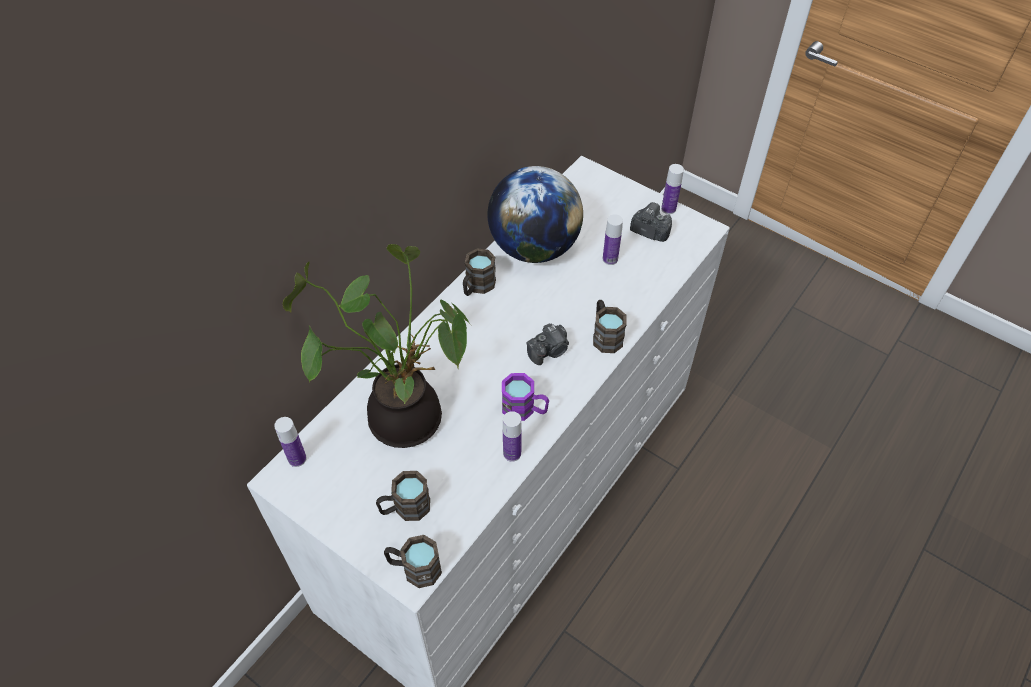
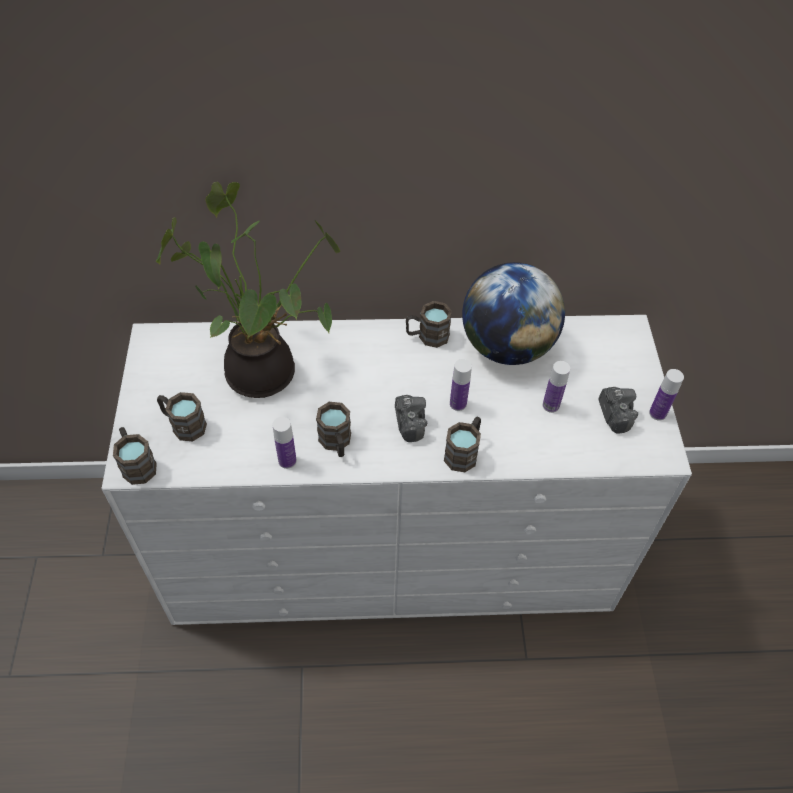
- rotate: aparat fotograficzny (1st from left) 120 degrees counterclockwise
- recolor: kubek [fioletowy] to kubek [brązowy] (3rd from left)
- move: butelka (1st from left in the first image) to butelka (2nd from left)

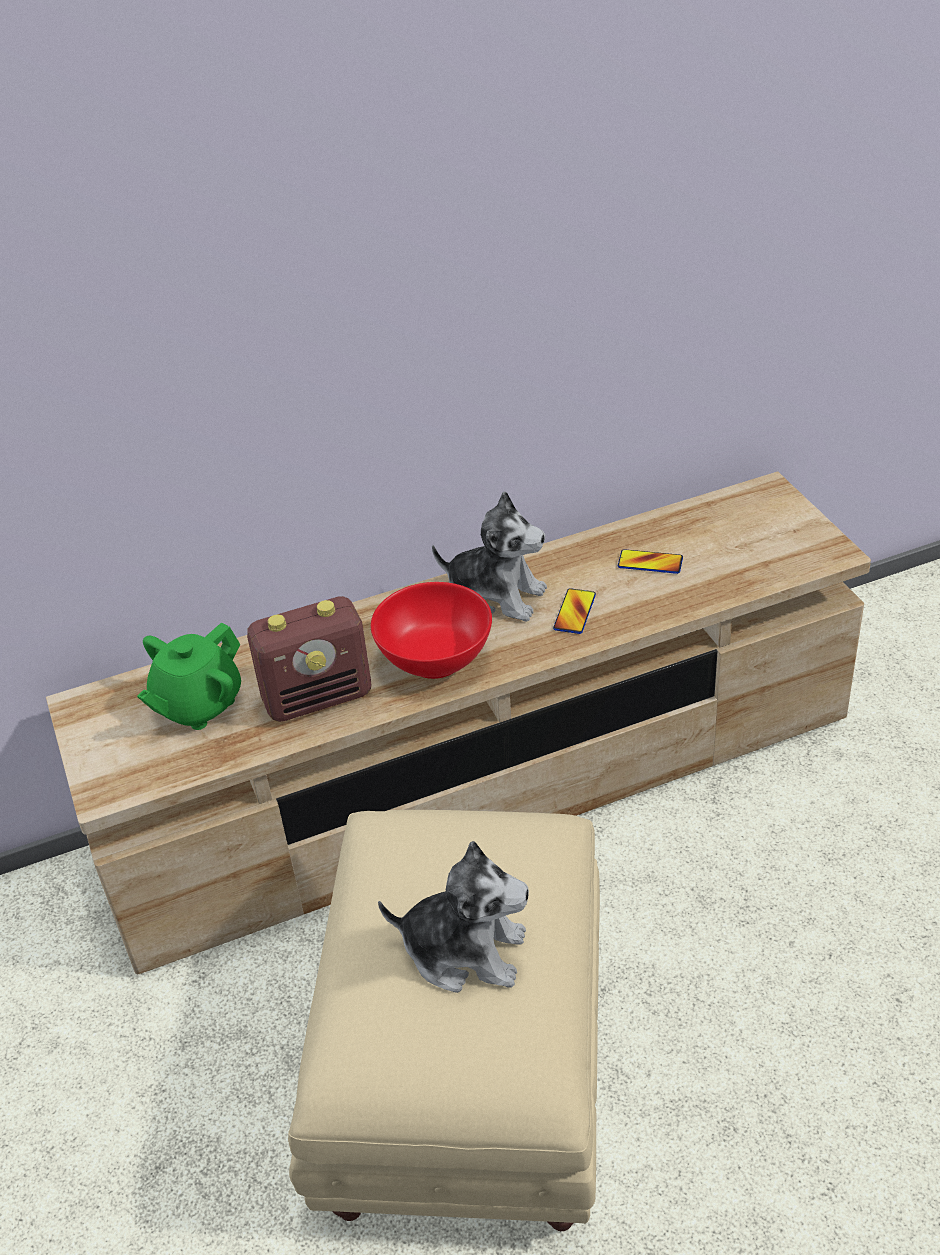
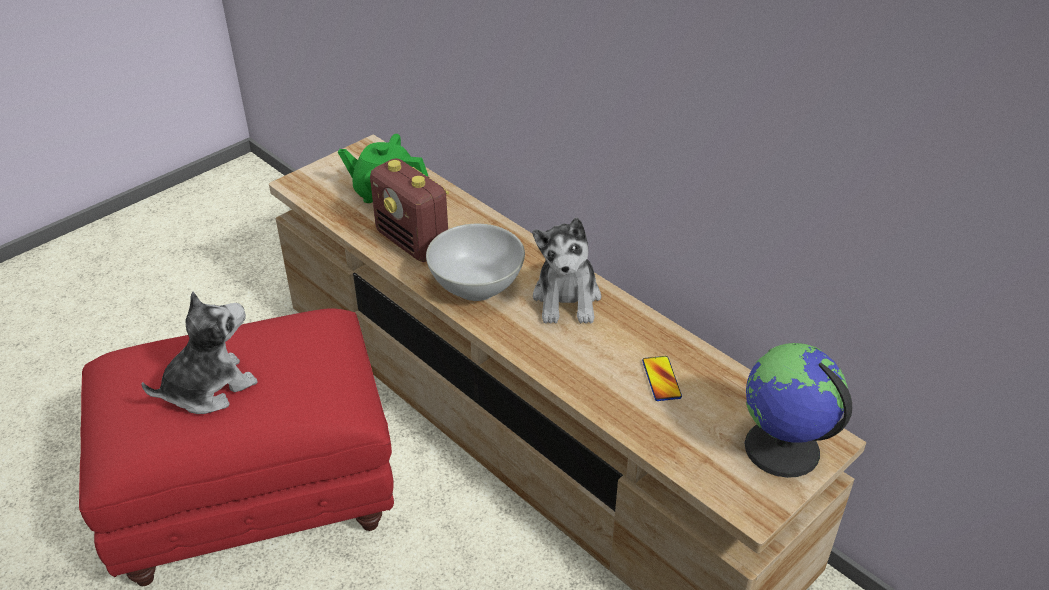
- recolor: miska [czerwony] to miska [biały]
- delete: telefon (1st from left)
- recolor: pufa [beżowy] to pufa [czerwony]
- rotate: pluszak (1st from left) 120 degrees counterclockwise
- insert: globus

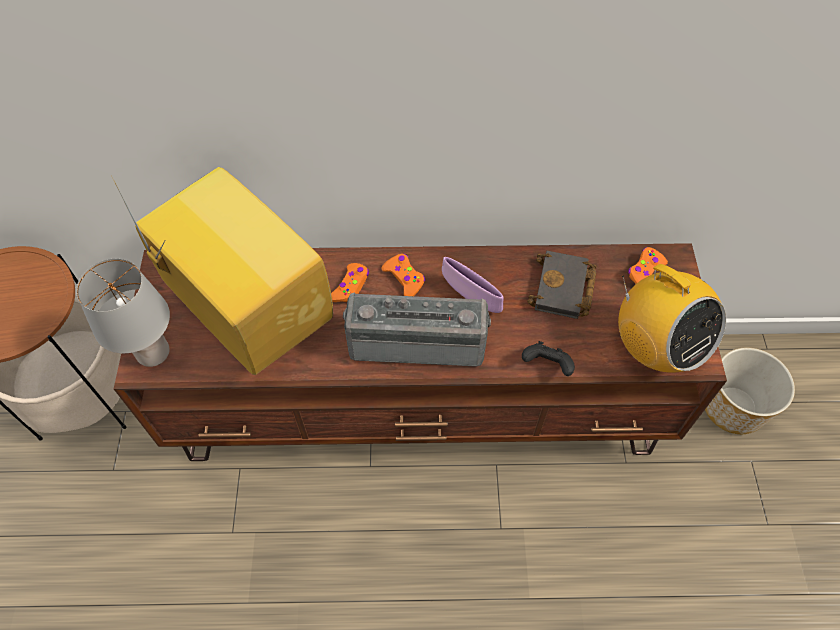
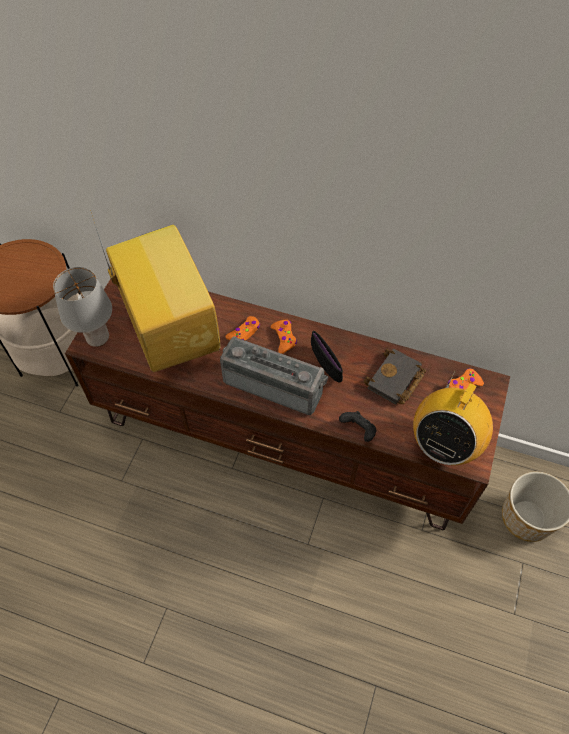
- recolor: miska [fioletowy] to miska [czarny]
- rotate: radio (2nd from left) 45 degrees clockwise

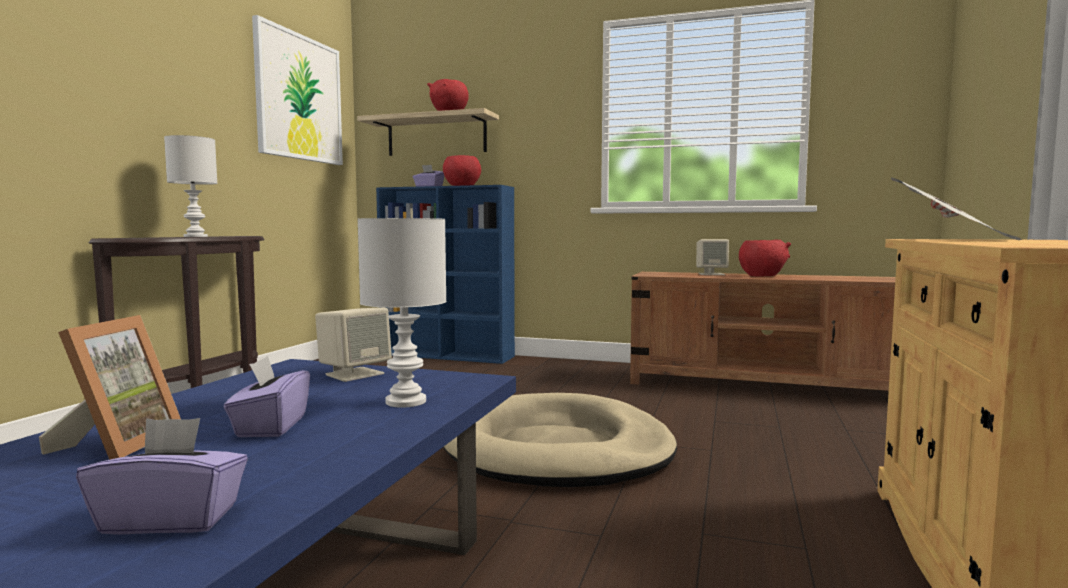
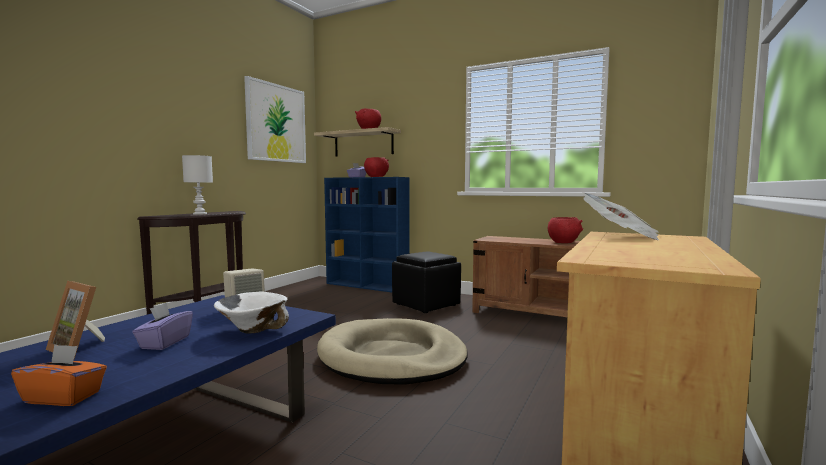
- replace: lampa stołowa [biały] (2nd from left) to miska [biały]
- delete: głośnik [beżowy] (2nd from left)
- rotate: ramka na zdjęcie 105 degrees clockwise
- recolor: pudełko chusteczek [fioletowy] (1st from left) to pudełko chusteczek [pomarańczowy]
- insert: pufa [czarny]

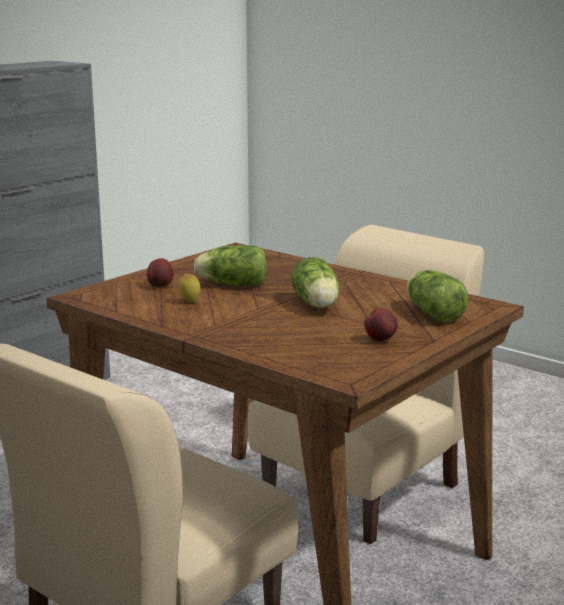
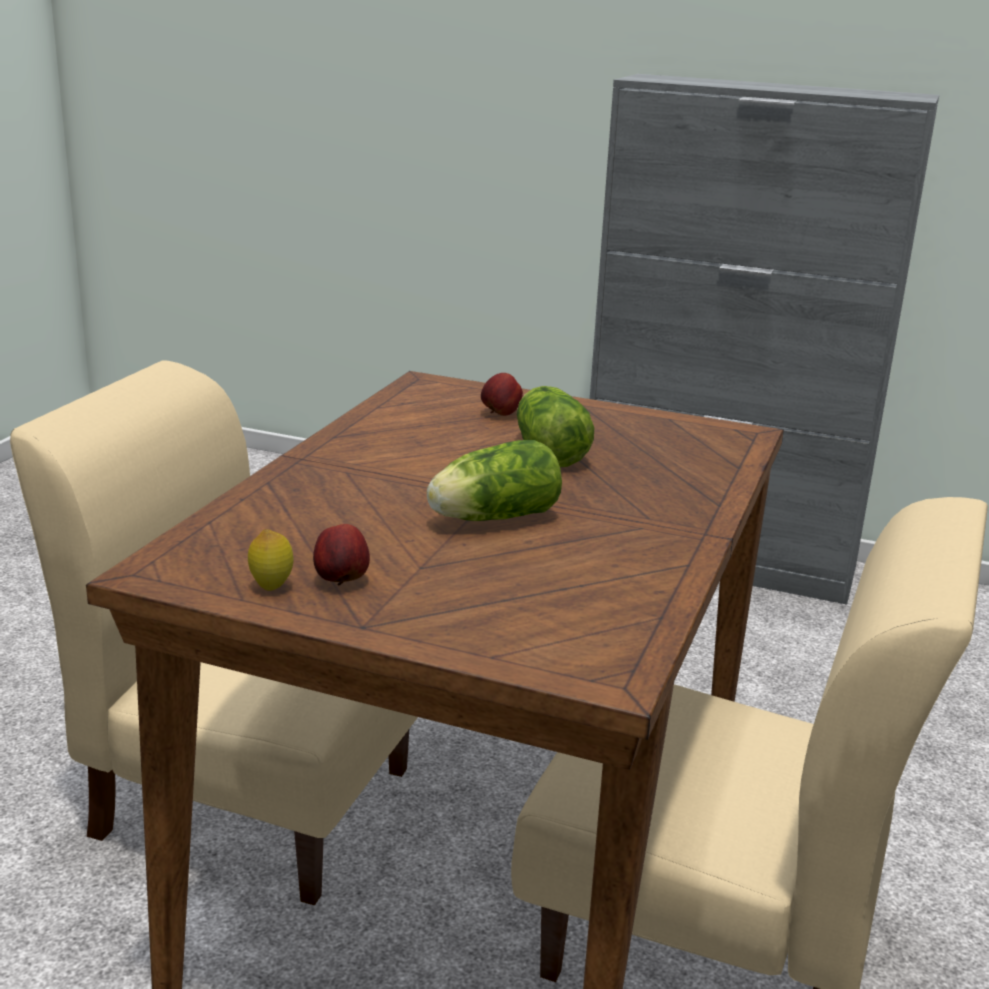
- delete: sałata (3rd from left)
- move: cytryna

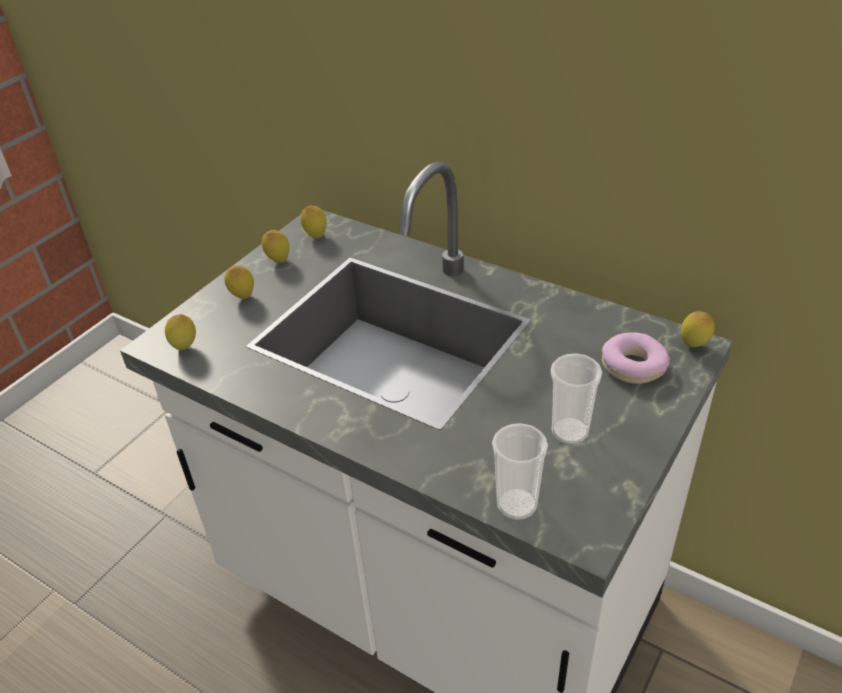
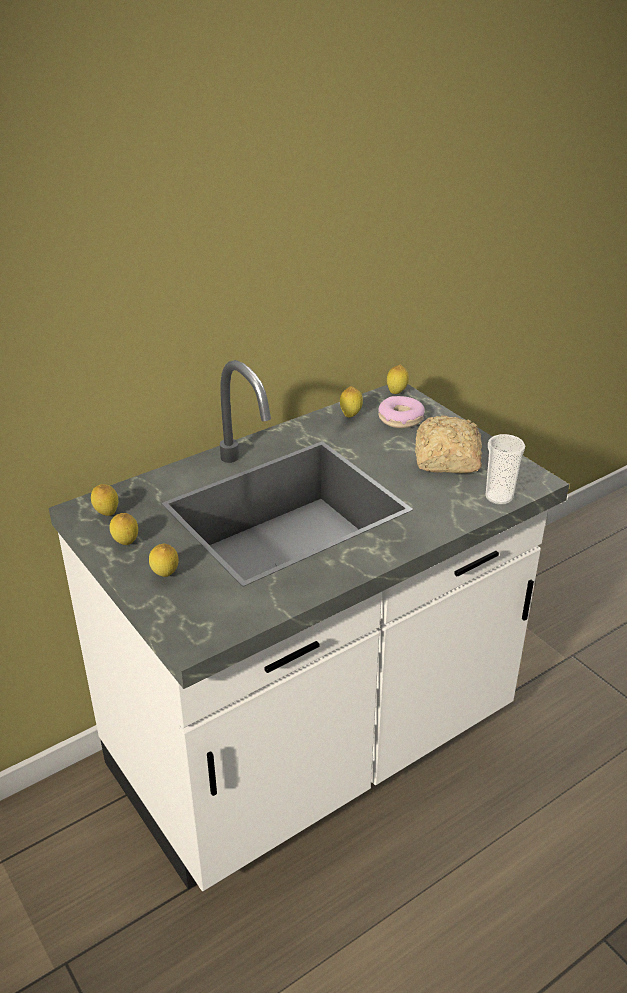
- move: cytryna (1st from left in the first image) to cytryna (4th from left)
- replace: filiżanka (2nd from left) to chleb

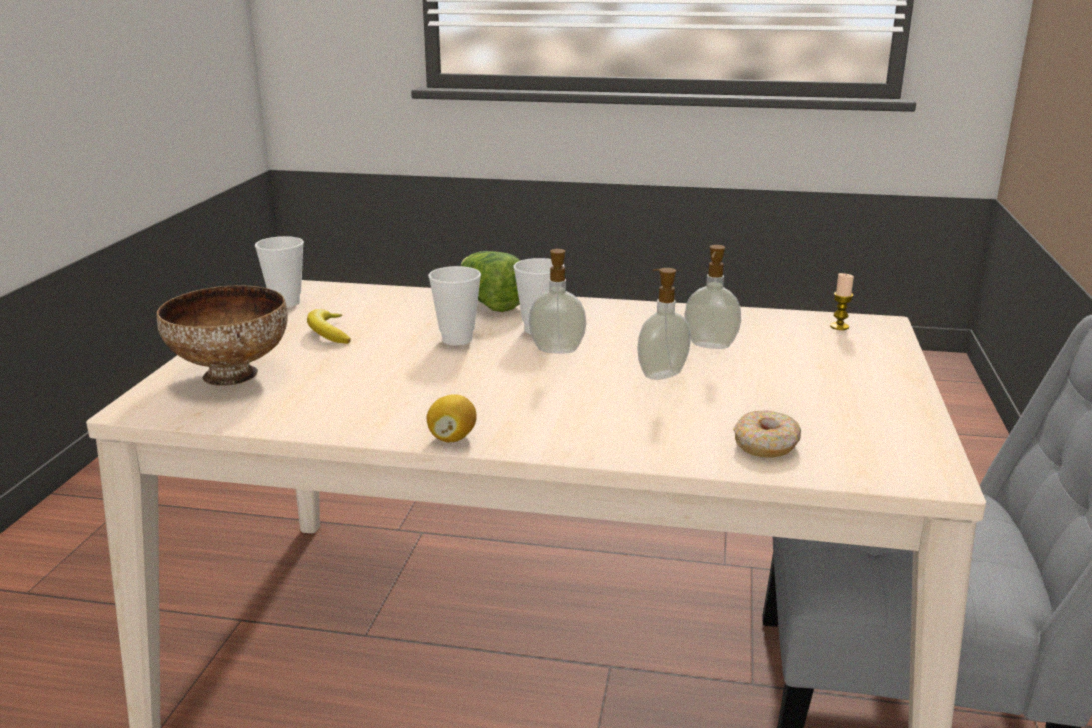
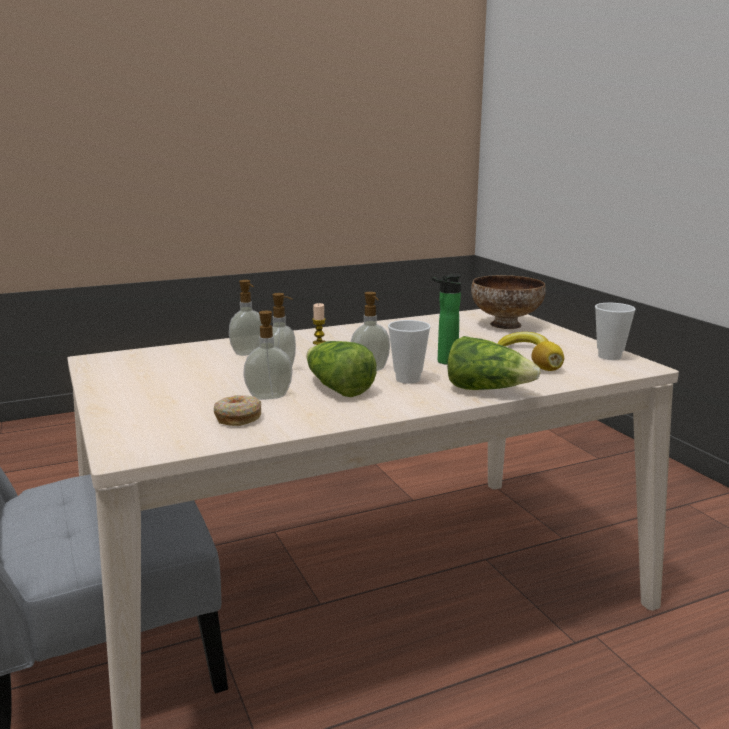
- replace: filiżanka (2nd from left) to butelka
- move: świeca
- move: cytryna
- move: donut
- insert: dozownik mydła (1st from left)
- insert: sałata (1st from left)

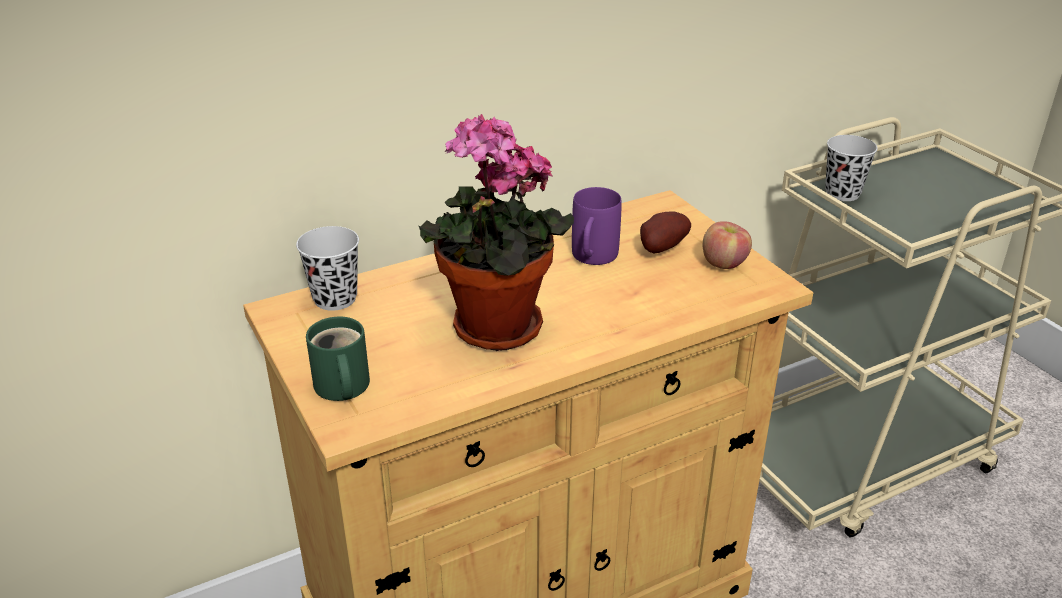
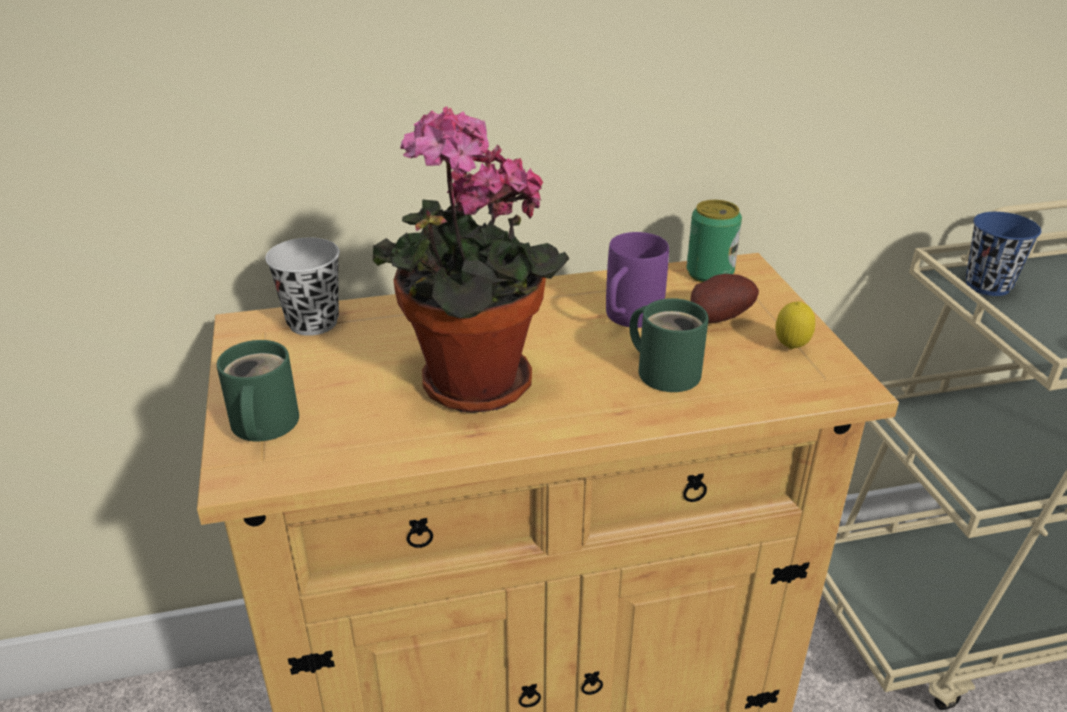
- recolor: filiżanka [czarny] (2nd from left) to filiżanka [niebieski]
- replace: jabłko to cytryna
- insert: puszka
- insert: kubek [zielony] (2nd from left)

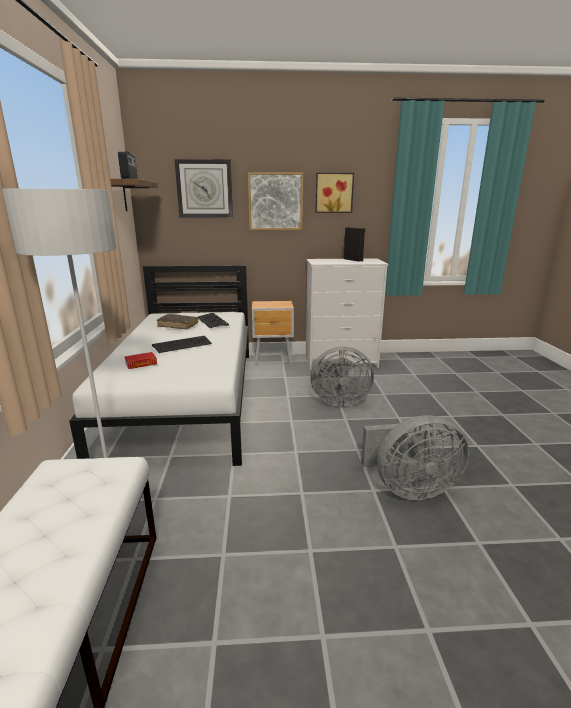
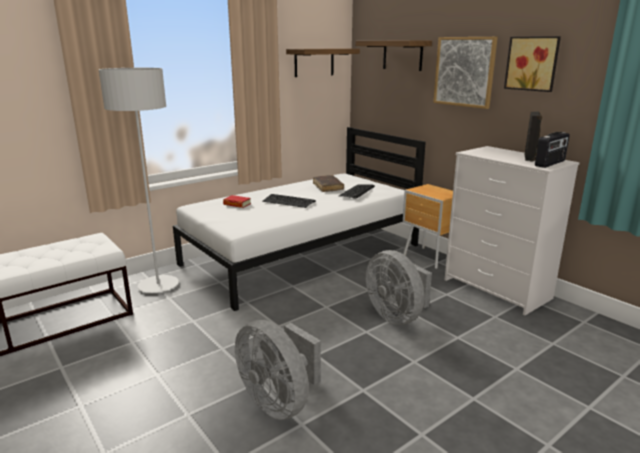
- move: radio
- replace: zegar ścienny to półka (2nd from left)

